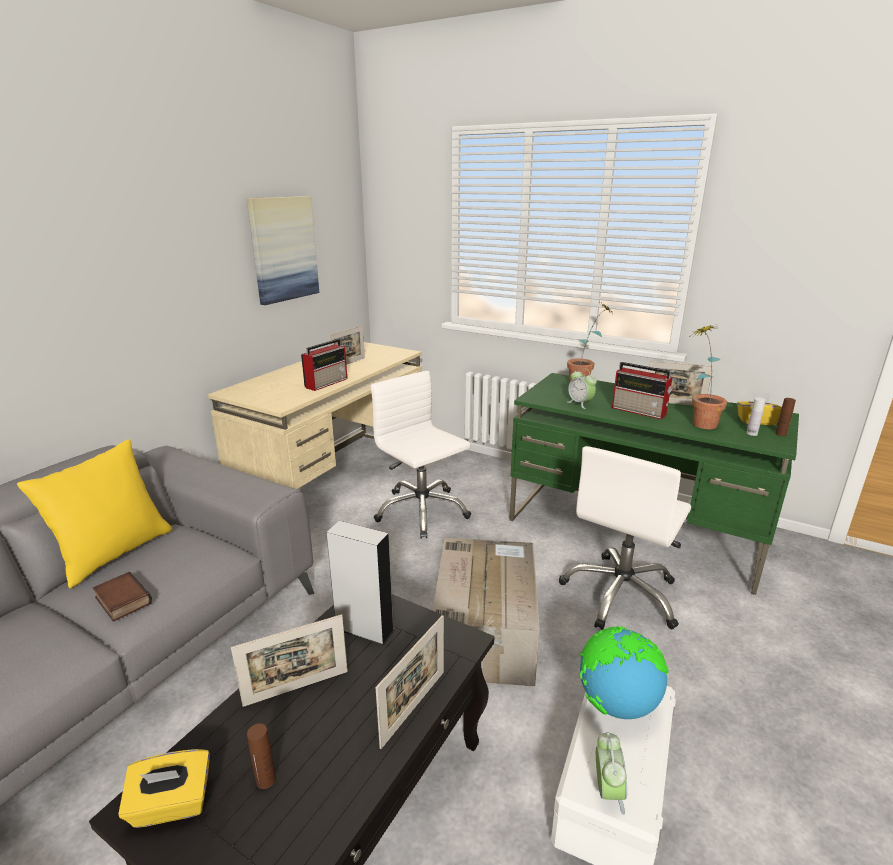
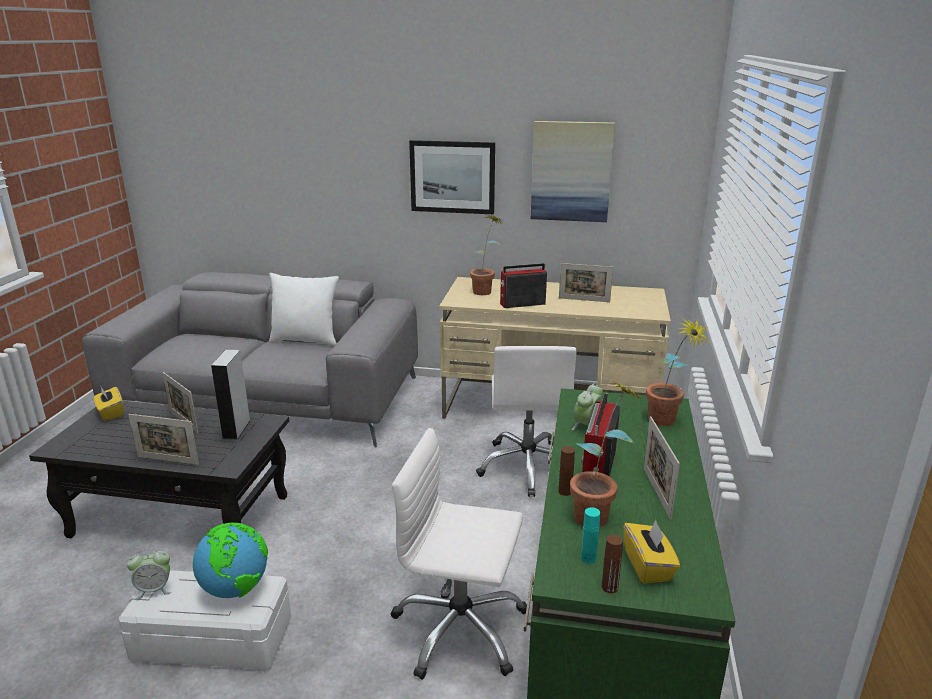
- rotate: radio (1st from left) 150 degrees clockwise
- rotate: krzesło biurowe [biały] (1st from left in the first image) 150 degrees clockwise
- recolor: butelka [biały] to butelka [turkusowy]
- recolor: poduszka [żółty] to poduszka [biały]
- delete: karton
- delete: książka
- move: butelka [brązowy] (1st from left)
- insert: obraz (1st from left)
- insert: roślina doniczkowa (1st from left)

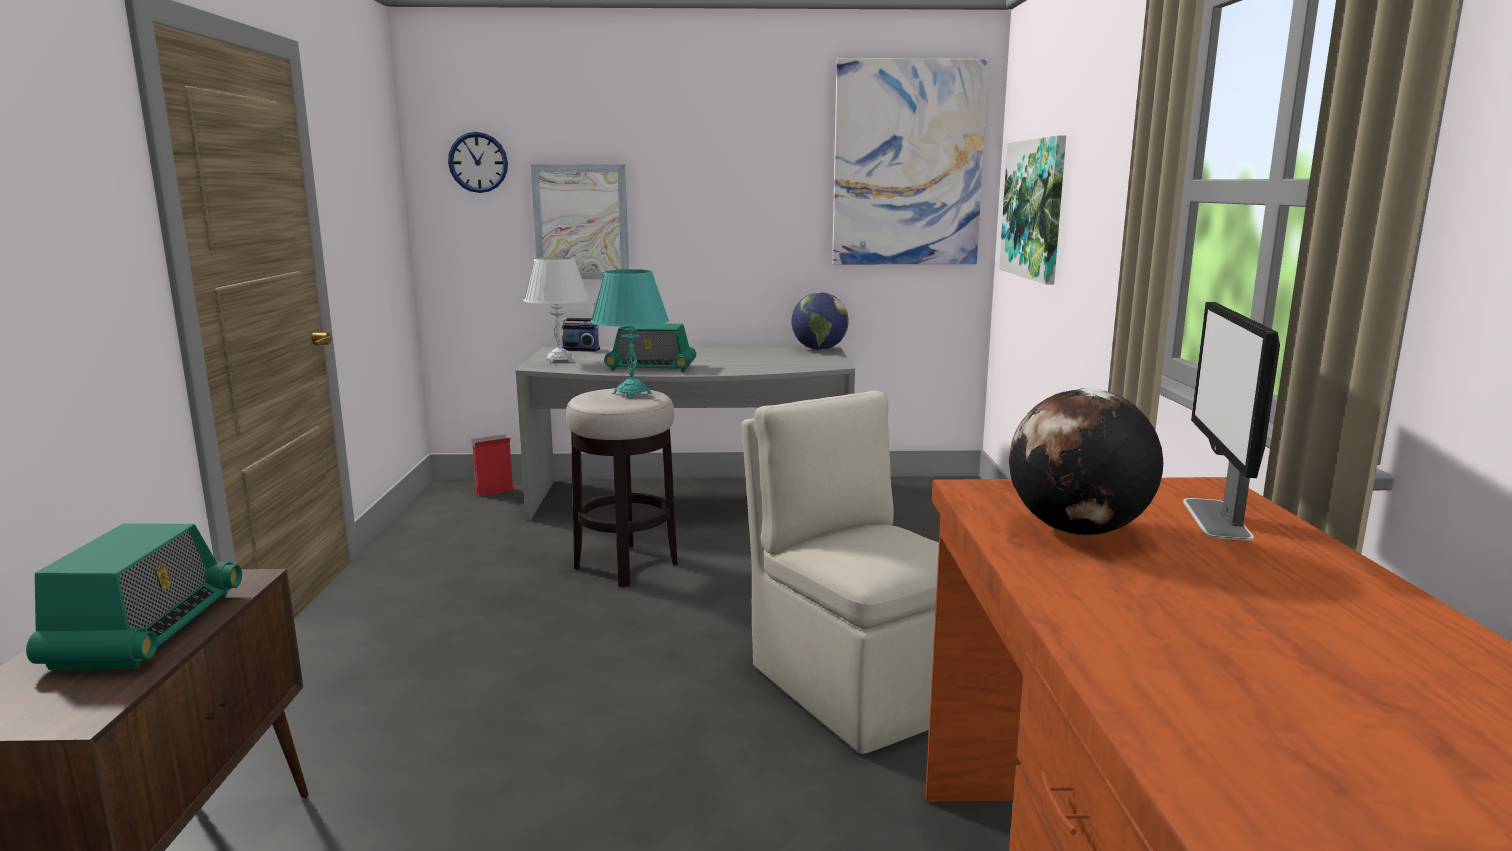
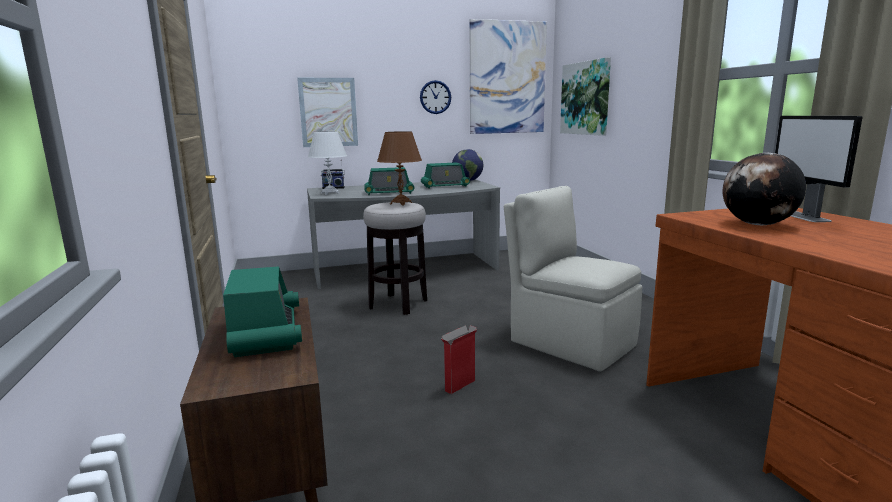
- move: zegar ścienny
- recolor: lampa stołowa [turkusowy] to lampa stołowa [brązowy]
- move: karton
- insert: radio (4th from left)

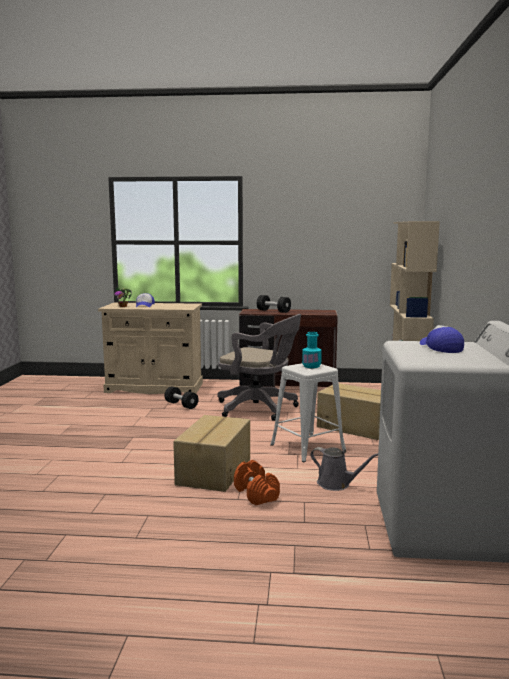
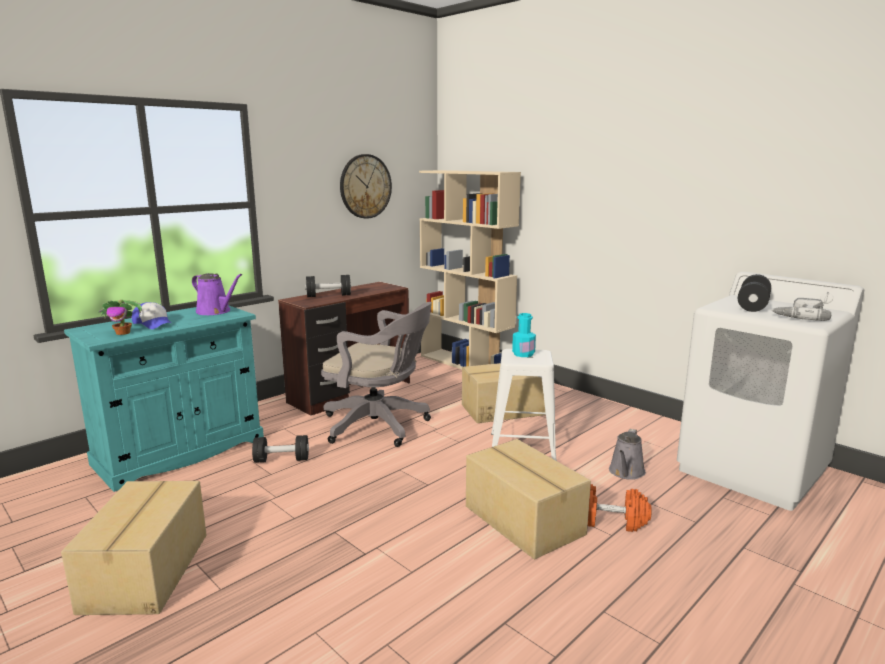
- recolor: szafka [beżowy] to szafka [turkusowy]
- rotate: krzesło biurowe [szary] 45 degrees clockwise
- replace: czapka z daszkiem (2nd from left) to hantel [czarny] (3rd from left)
- rotate: konewka [szary] 135 degrees clockwise
- insert: zegar ścienny
- insert: konewka [fioletowy]
- insert: wiertarka
- insert: karton (1st from left)

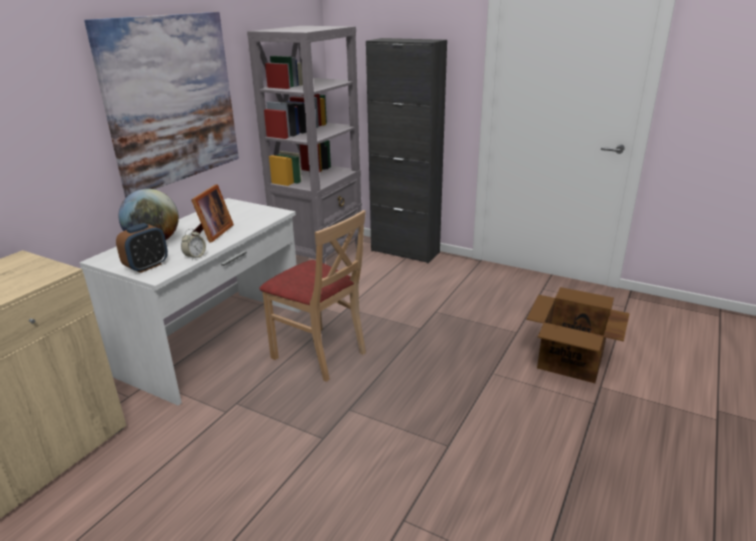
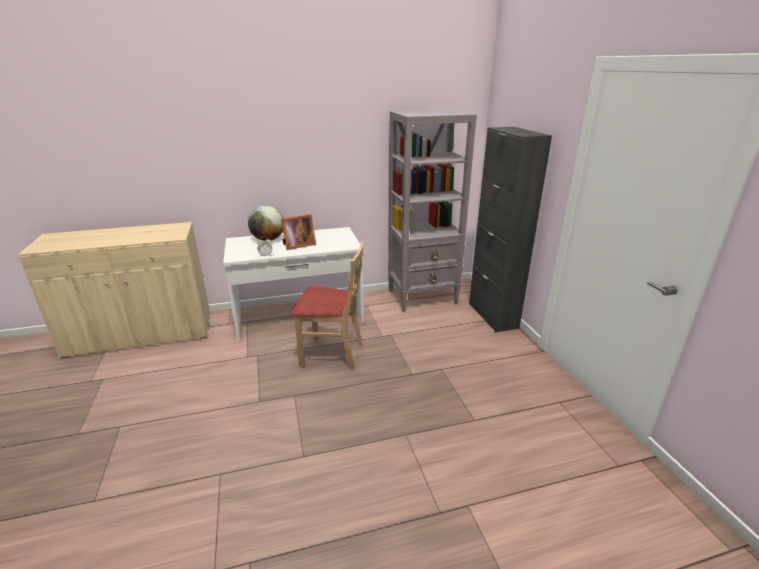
- delete: obraz
- rotate: krzesło [beżowy] 75 degrees counterclockwise
- delete: budzik (1st from left)
- delete: karton

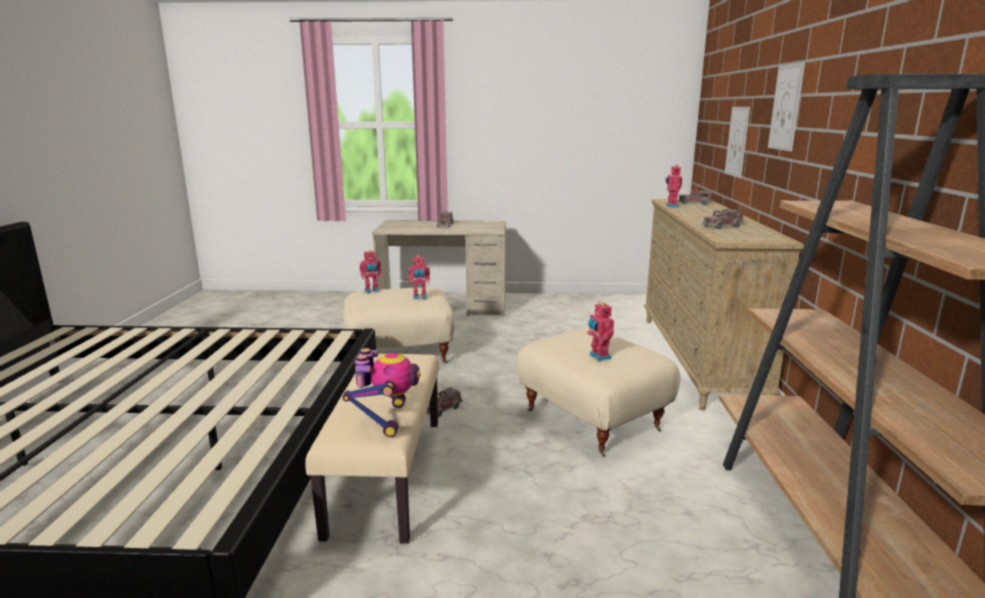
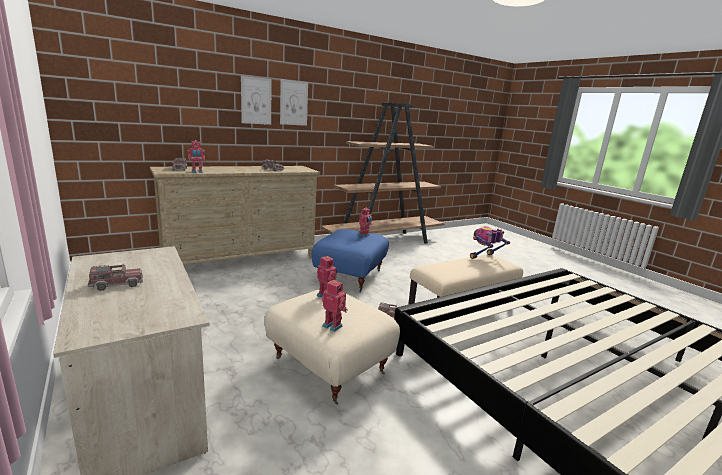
- move: obraz (1st from left in the first image) to obraz (2nd from left)
- recolor: pufa [beżowy] (2nd from left) to pufa [niebieski]

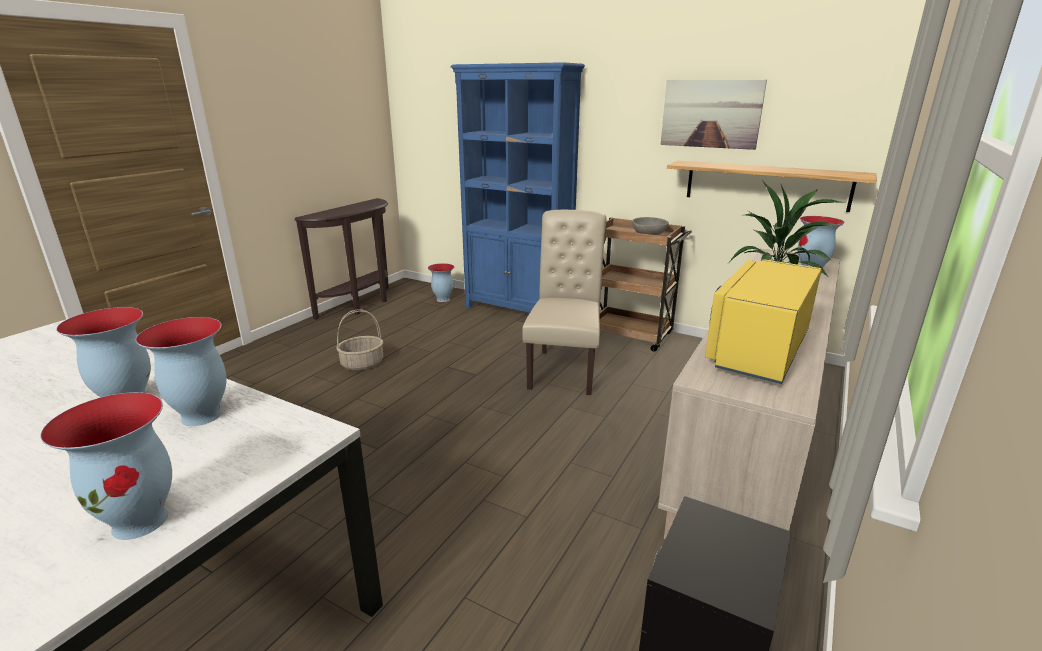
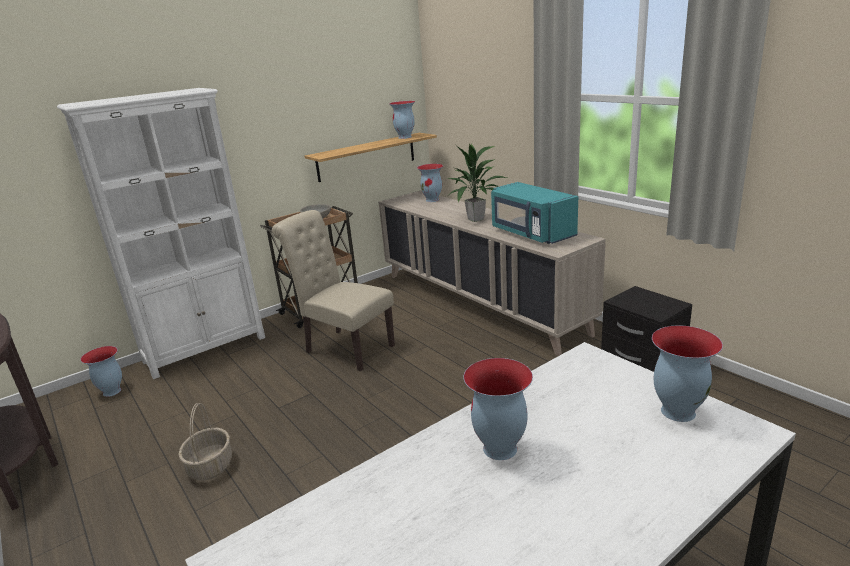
- recolor: regał [niebieski] to regał [biały]
- delete: obraz
- recolor: mikrofalówka [żółty] to mikrofalówka [turkusowy]
- move: wazon (3rd from left in the first image) to wazon (2nd from left)

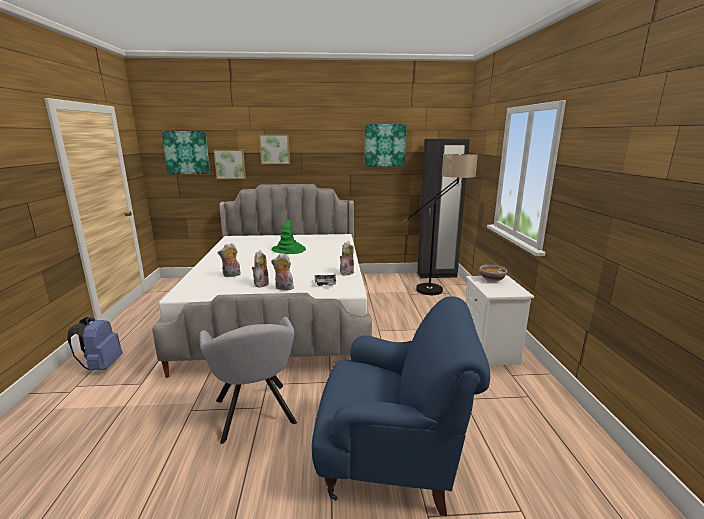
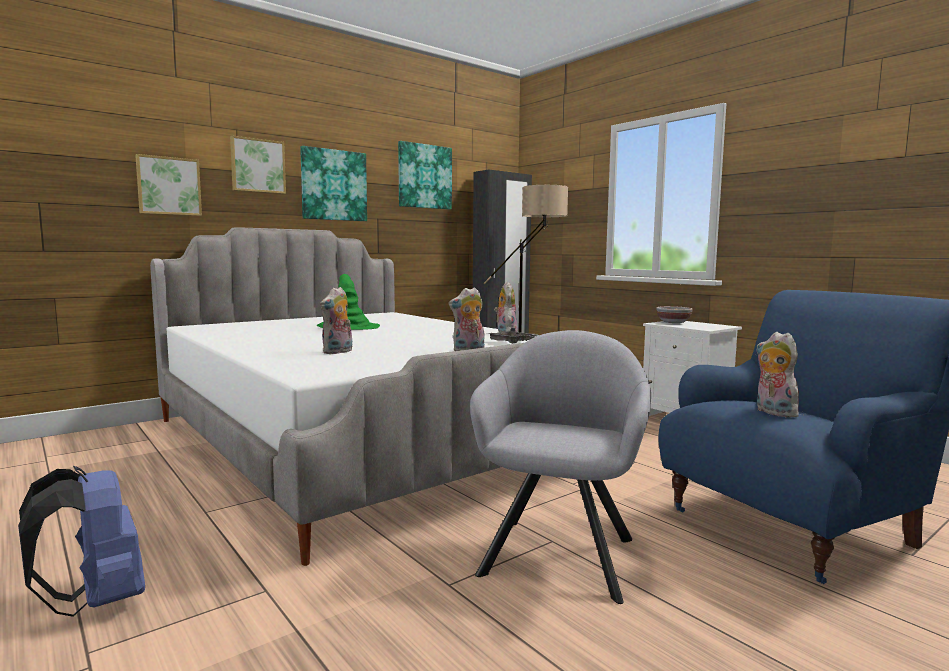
- move: obraz (1st from left in the first image) to obraz (3rd from left)
- move: pluszak (2nd from left in the first image) to pluszak (4th from left)
- rotate: fotel [szary] 105 degrees counterclockwise

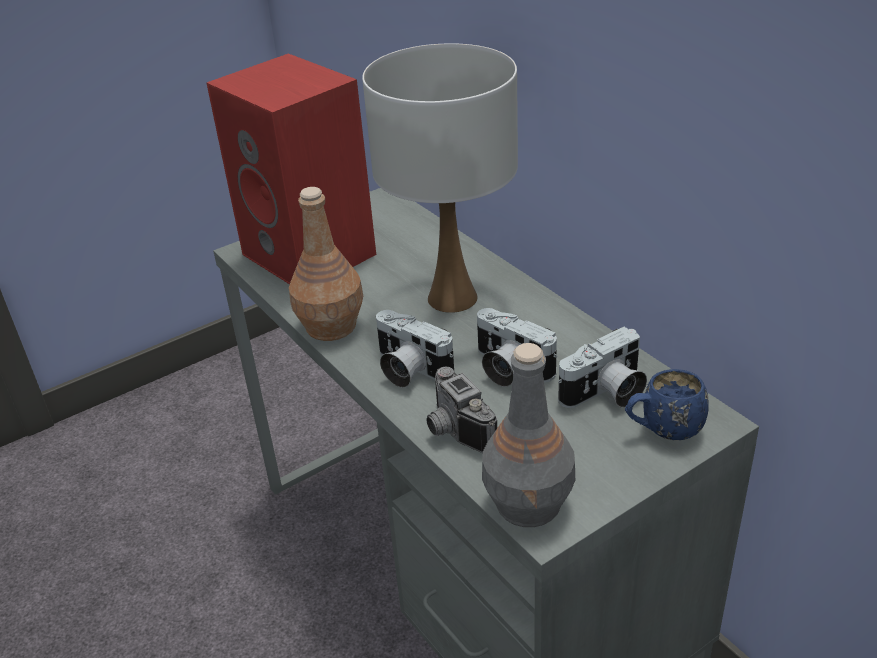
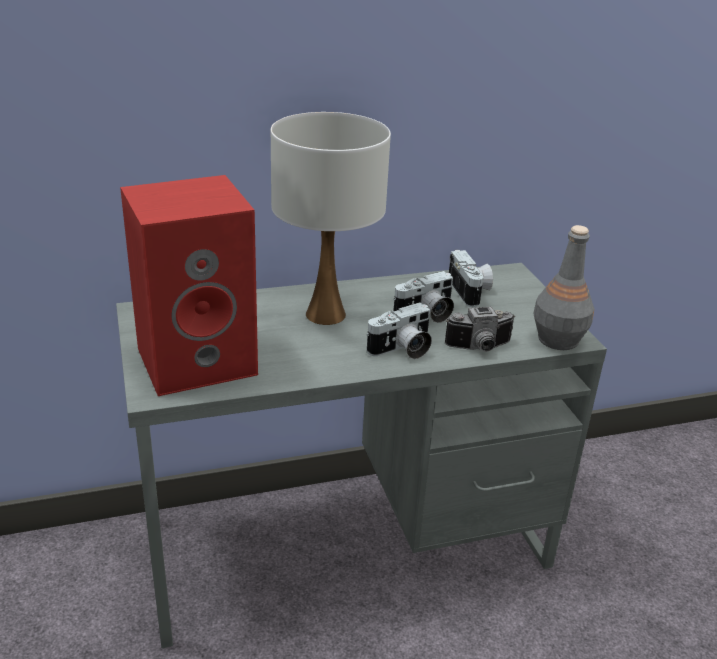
- delete: butelka [brązowy]
- delete: kubek [niebieski]

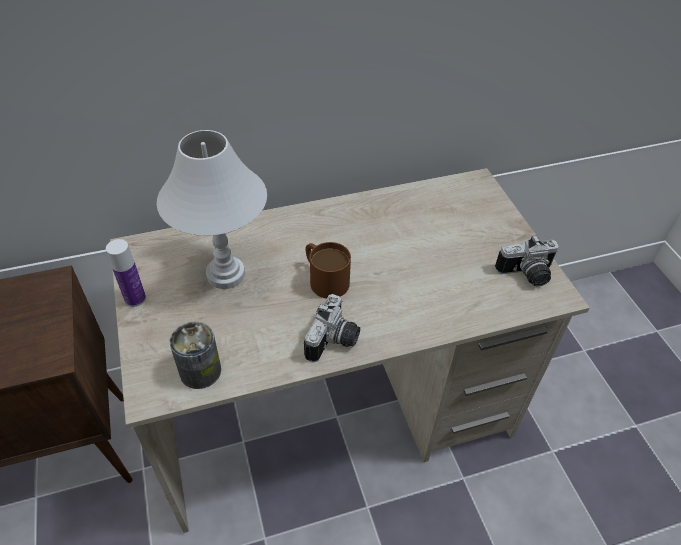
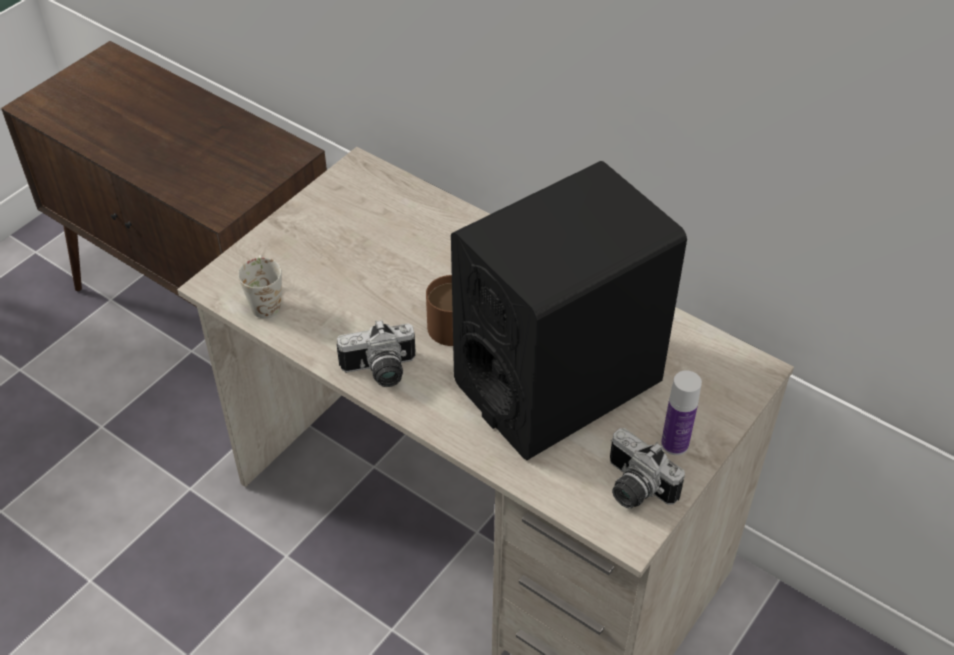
- delete: lampa stołowa [biały]
- move: butelka
- replace: puszka to kubek [biały]
- insert: głośnik [czarny]

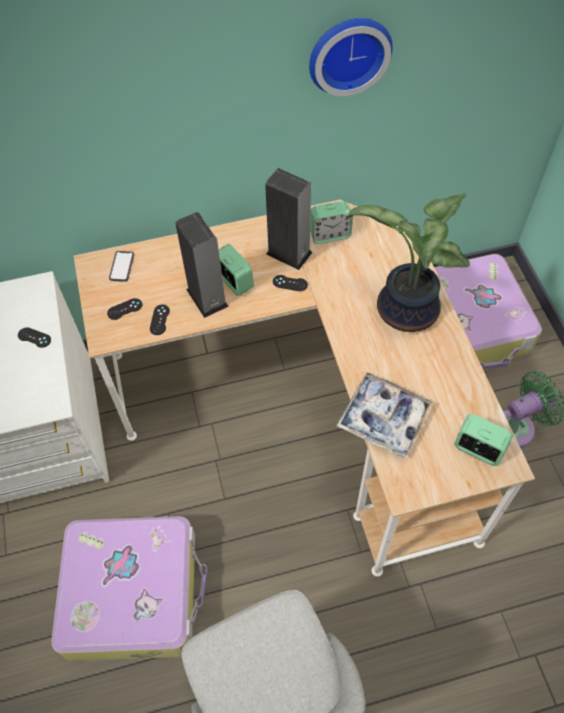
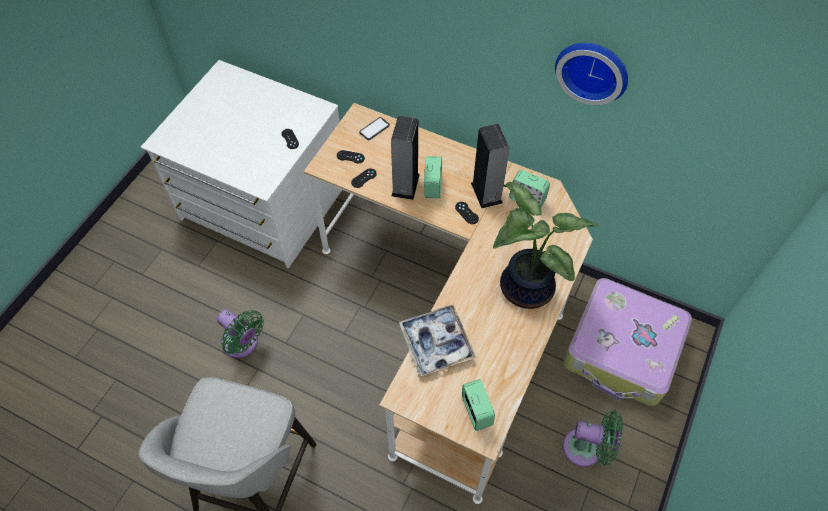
- replace: walizka (1st from left) to wentylator [zielony] (1st from left)

